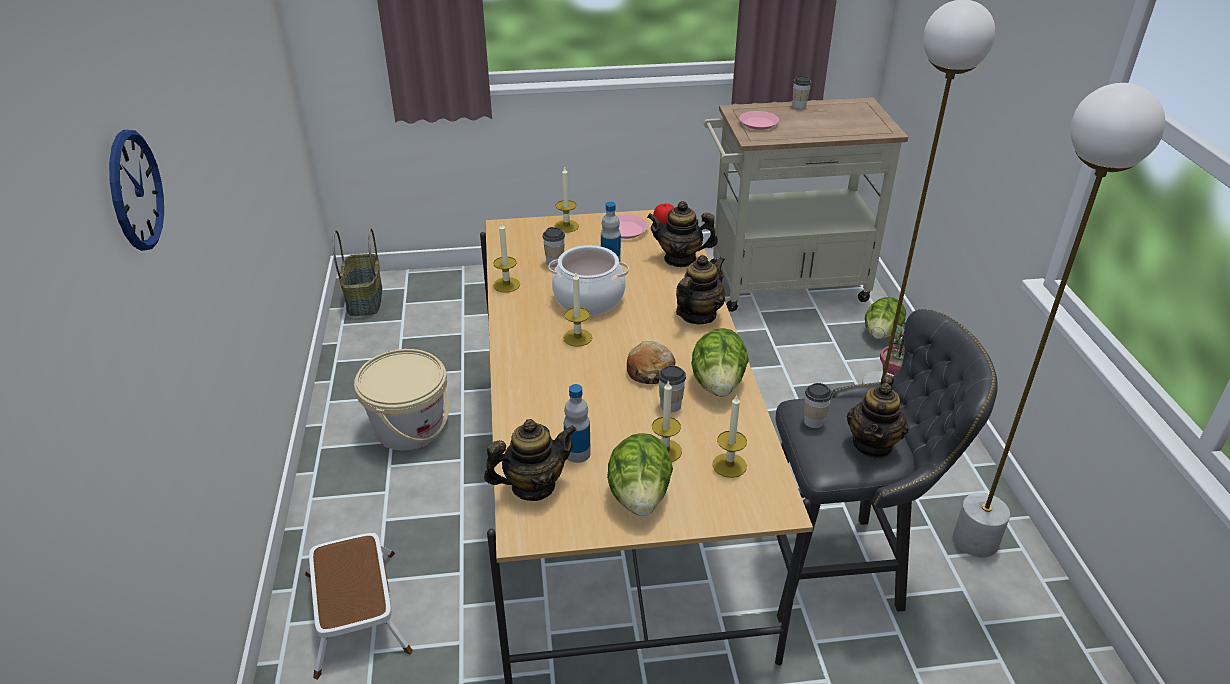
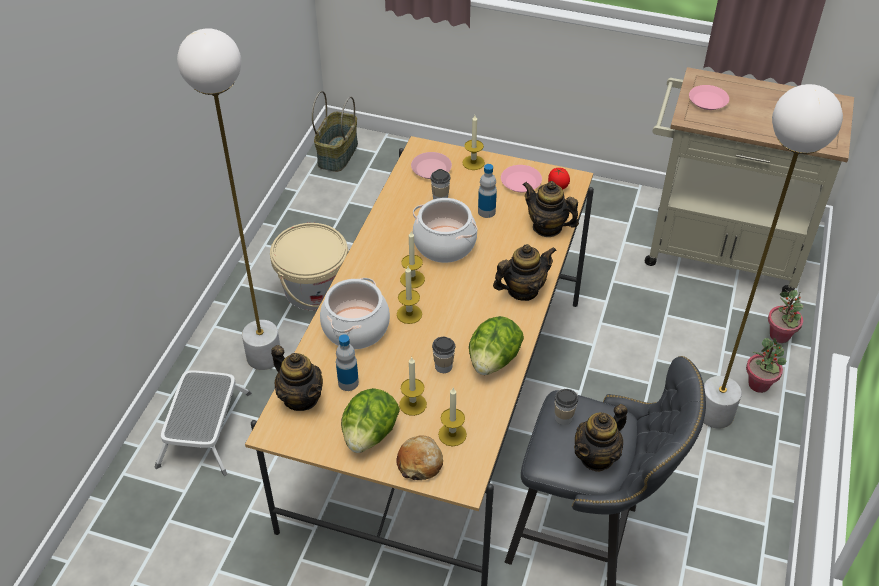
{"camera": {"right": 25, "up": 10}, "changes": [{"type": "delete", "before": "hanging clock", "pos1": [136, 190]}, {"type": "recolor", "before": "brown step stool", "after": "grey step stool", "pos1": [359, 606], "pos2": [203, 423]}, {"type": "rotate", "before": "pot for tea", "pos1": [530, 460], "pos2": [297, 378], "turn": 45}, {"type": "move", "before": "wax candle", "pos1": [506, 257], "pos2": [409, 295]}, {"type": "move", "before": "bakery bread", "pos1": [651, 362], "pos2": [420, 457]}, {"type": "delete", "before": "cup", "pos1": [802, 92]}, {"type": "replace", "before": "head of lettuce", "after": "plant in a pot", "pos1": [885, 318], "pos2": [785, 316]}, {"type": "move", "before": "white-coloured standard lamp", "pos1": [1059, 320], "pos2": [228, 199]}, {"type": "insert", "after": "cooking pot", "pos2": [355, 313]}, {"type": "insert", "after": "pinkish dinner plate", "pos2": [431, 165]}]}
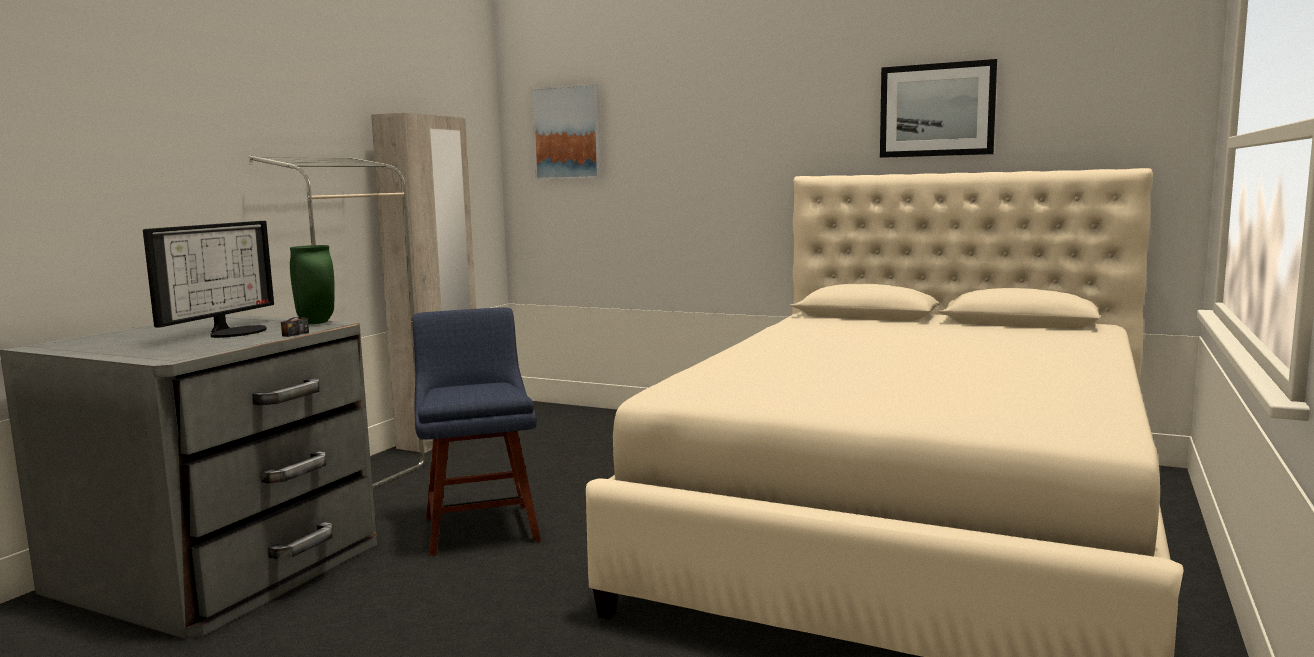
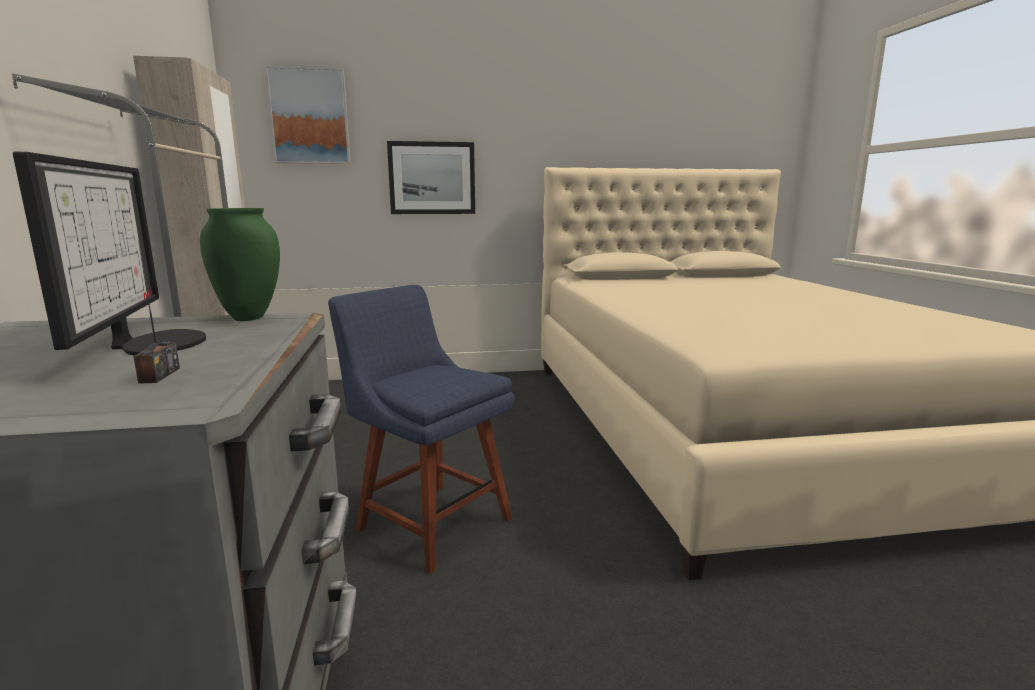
{"camera": {"right": -35, "up": 5}, "changes": [{"type": "move", "before": "radio set", "pos1": [295, 301], "pos2": [156, 312]}, {"type": "move", "before": "wall art", "pos1": [938, 108], "pos2": [431, 177]}]}
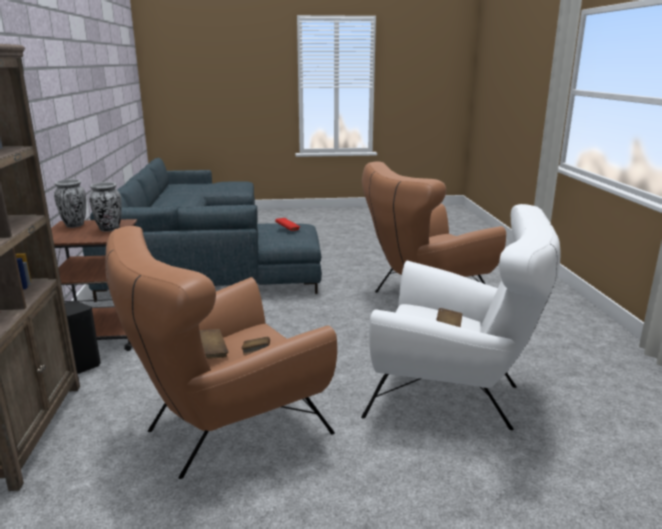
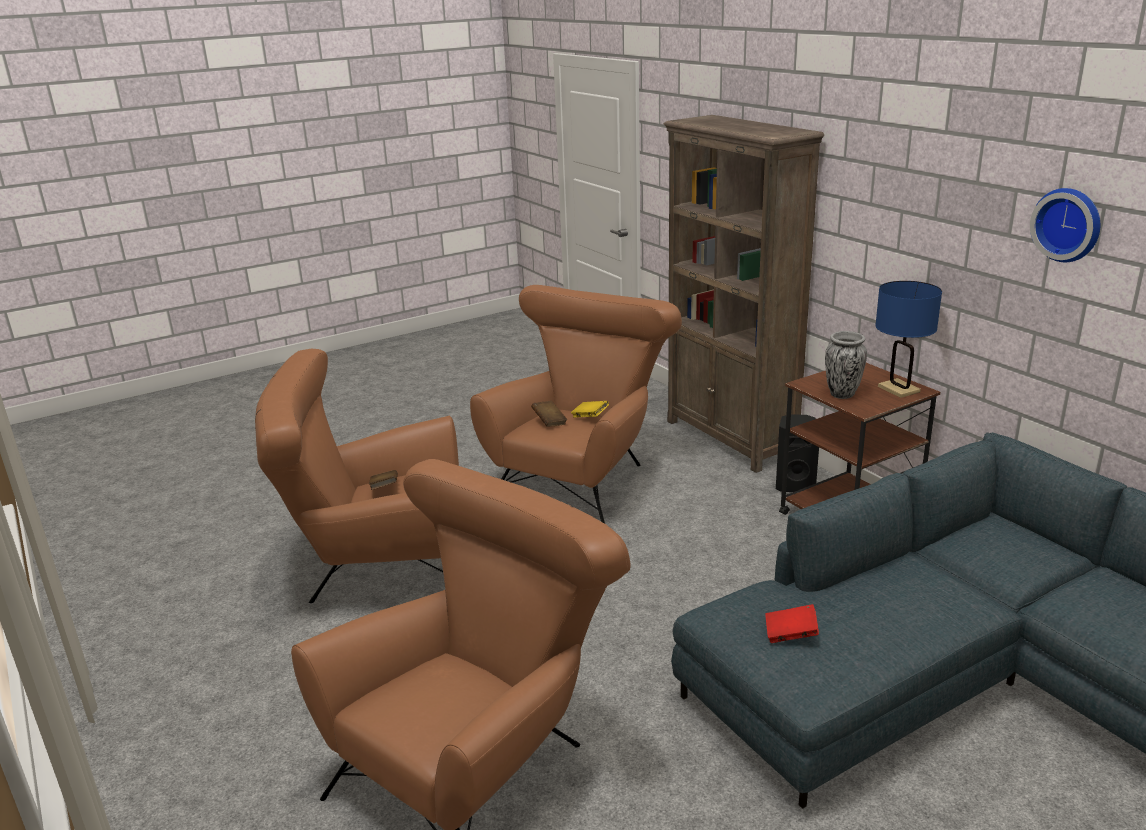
{"camera": {"right": 155, "up": 5}, "changes": [{"type": "replace", "before": "flower vase", "after": "blue-coloured tabletop lamp", "pos1": [70, 203], "pos2": [908, 339]}, {"type": "recolor", "before": "brown bound book", "after": "yellow-coloured bound book", "pos1": [213, 344], "pos2": [590, 409]}, {"type": "recolor", "before": "white-coloured lounge chair", "after": "brown lounge chair", "pos1": [461, 317], "pos2": [357, 476]}, {"type": "insert", "after": "hanging clock", "pos2": [1065, 225]}]}
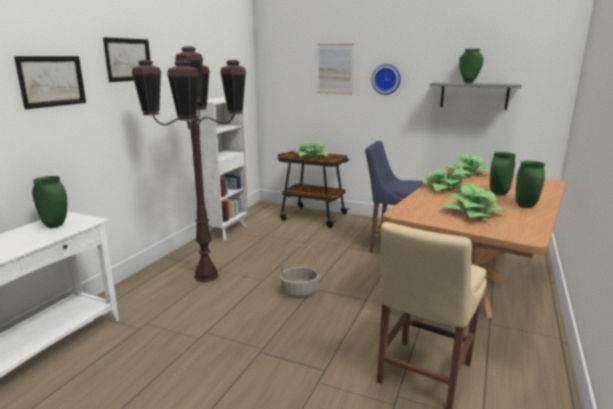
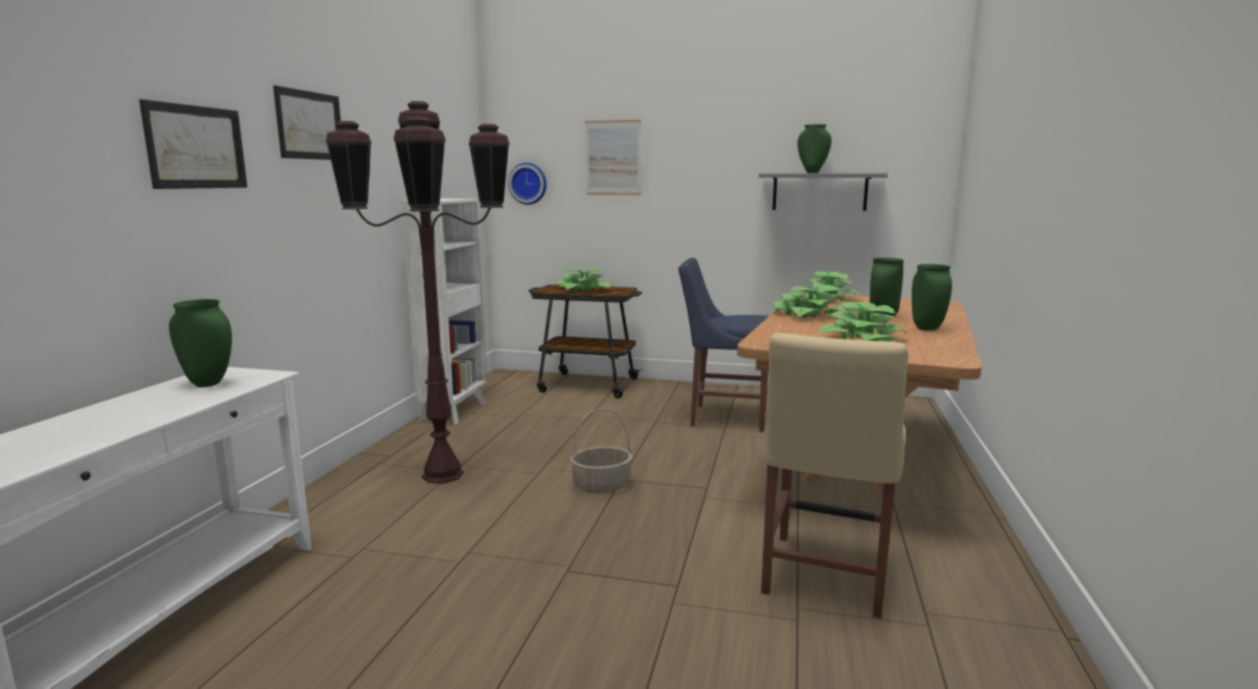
{"camera": {"right": -10, "up": -5}, "changes": [{"type": "move", "before": "hanging clock", "pos1": [386, 79], "pos2": [527, 184]}]}
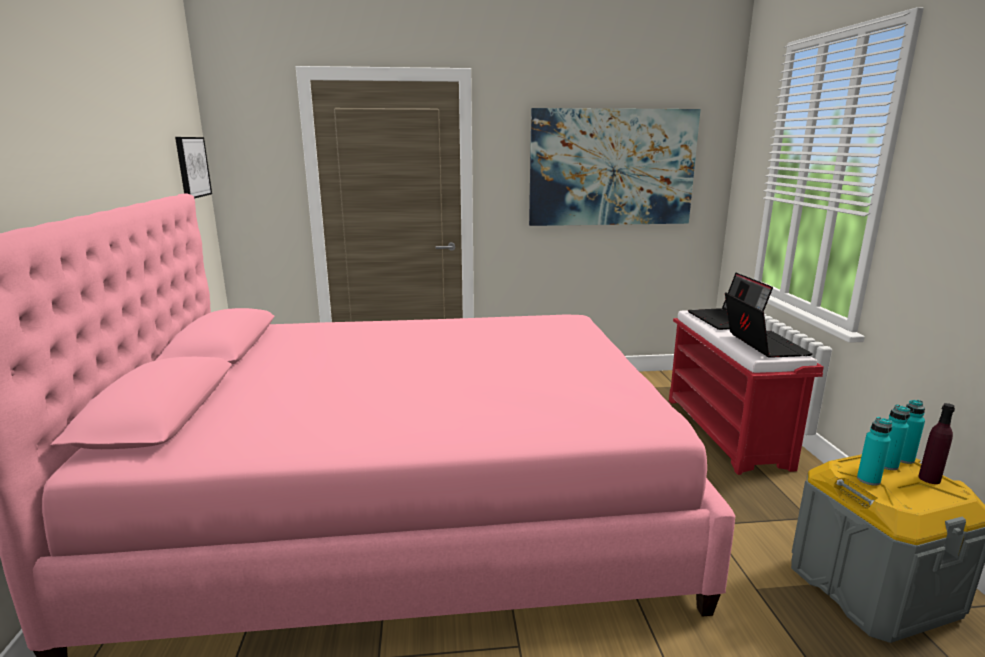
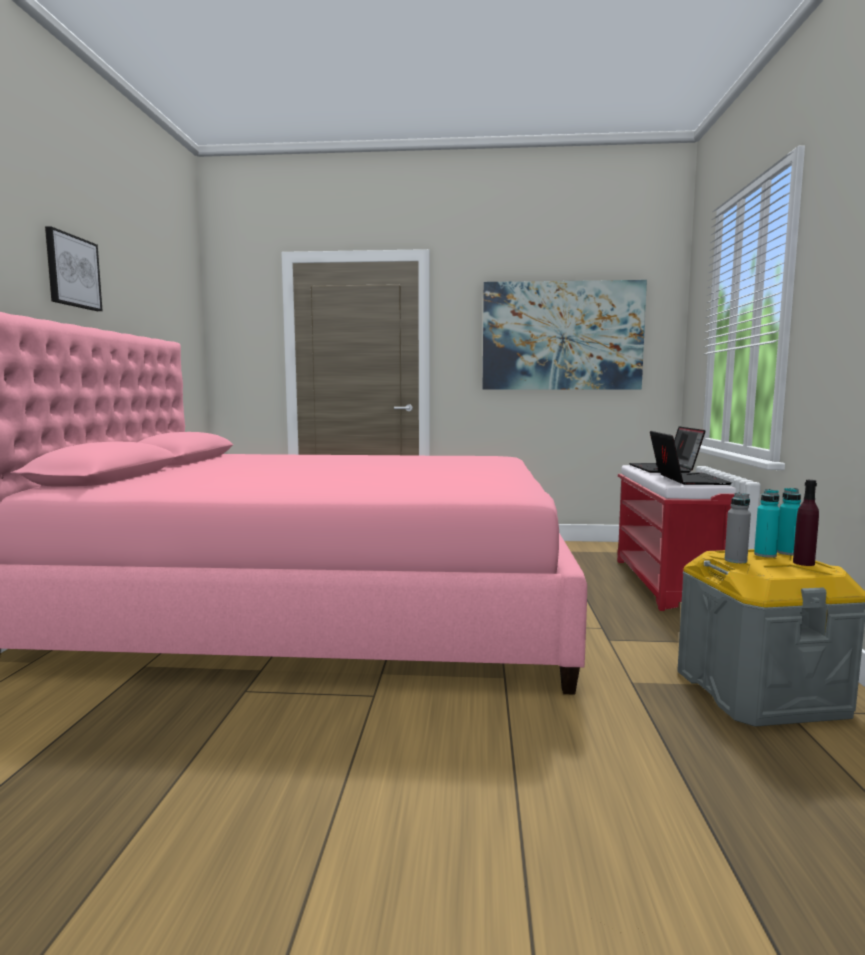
{"camera": {"right": 10, "up": -10}, "changes": [{"type": "move", "before": "wall art", "pos1": [193, 168], "pos2": [73, 268]}, {"type": "recolor", "before": "blue-green beverage bottle", "after": "grey beverage bottle", "pos1": [875, 451], "pos2": [738, 527]}]}
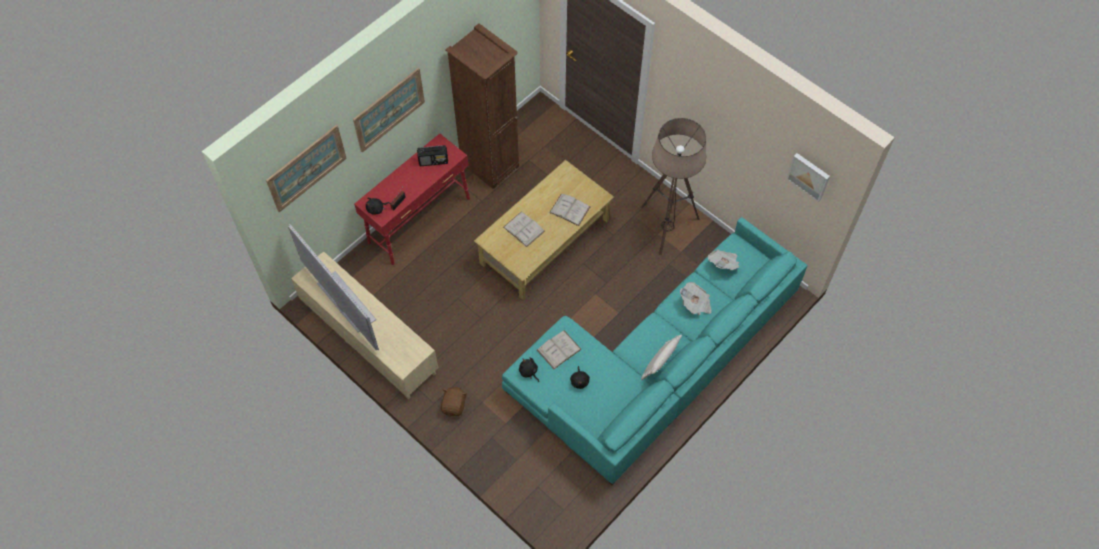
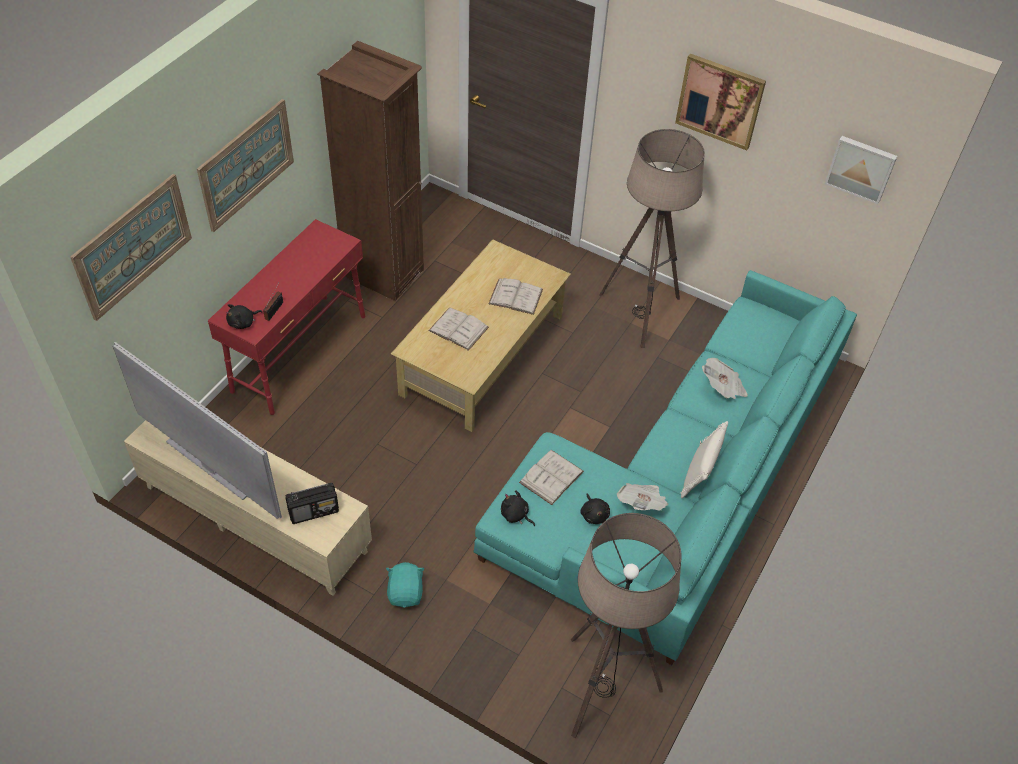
{"camera": {"right": -15, "up": -10}, "changes": [{"type": "move", "before": "radio set", "pos1": [432, 155], "pos2": [312, 503]}, {"type": "recolor", "before": "brown cuddly toy", "after": "blue-green cuddly toy", "pos1": [454, 402], "pos2": [405, 585]}, {"type": "move", "before": "printed paper", "pos1": [723, 259], "pos2": [642, 496]}, {"type": "insert", "after": "standard lamp", "pos2": [626, 625]}, {"type": "insert", "after": "wall art", "pos2": [720, 102]}]}
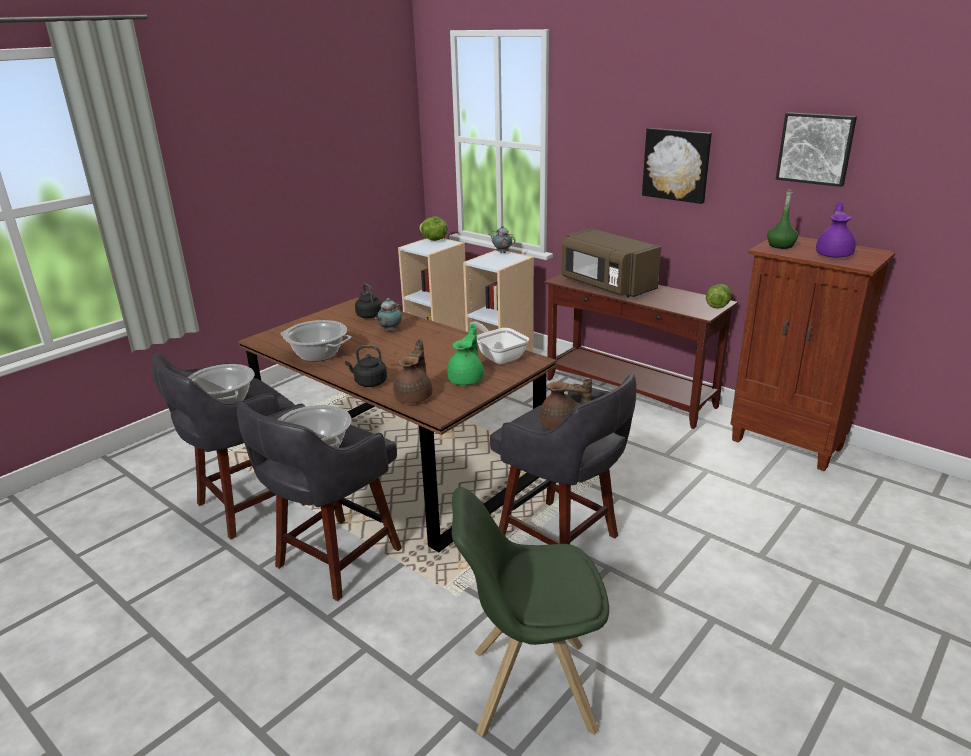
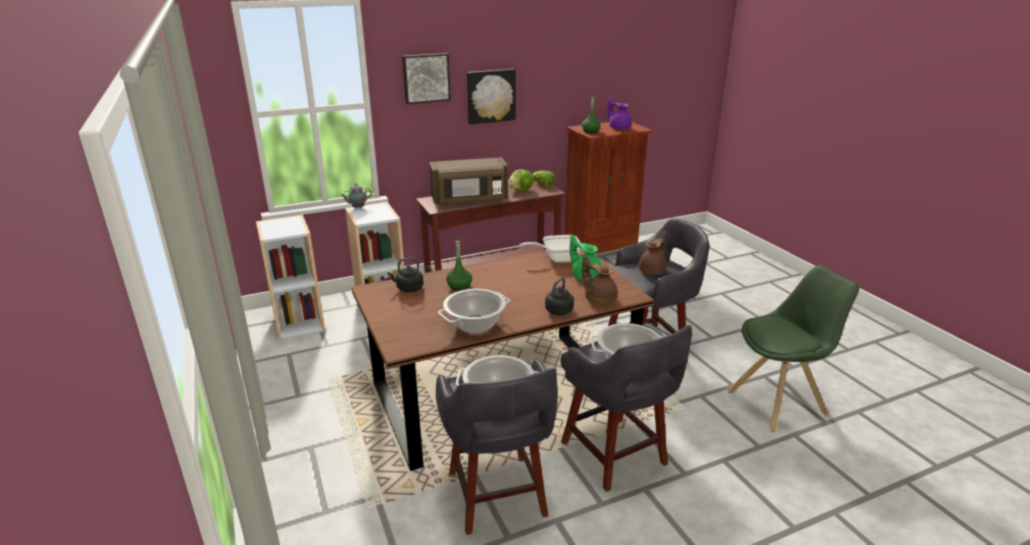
{"camera": {"right": -65, "up": 0}, "changes": [{"type": "replace", "before": "pot for tea", "after": "green-coloured beverage bottle", "pos1": [388, 315], "pos2": [459, 266]}, {"type": "move", "before": "head of lettuce", "pos1": [433, 228], "pos2": [521, 180]}, {"type": "rotate", "before": "green-coloured chair", "pos1": [530, 612], "pos2": [793, 348], "turn": -135}, {"type": "move", "before": "wall art", "pos1": [816, 149], "pos2": [426, 78]}]}
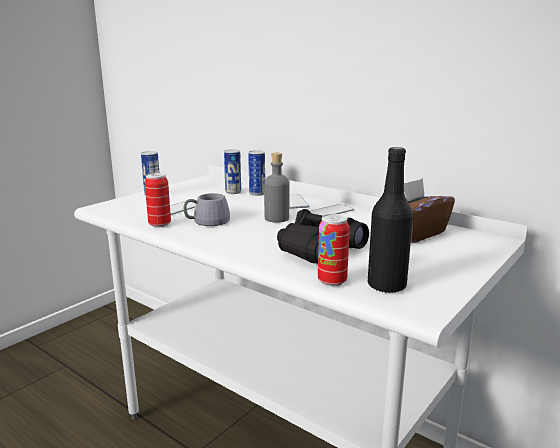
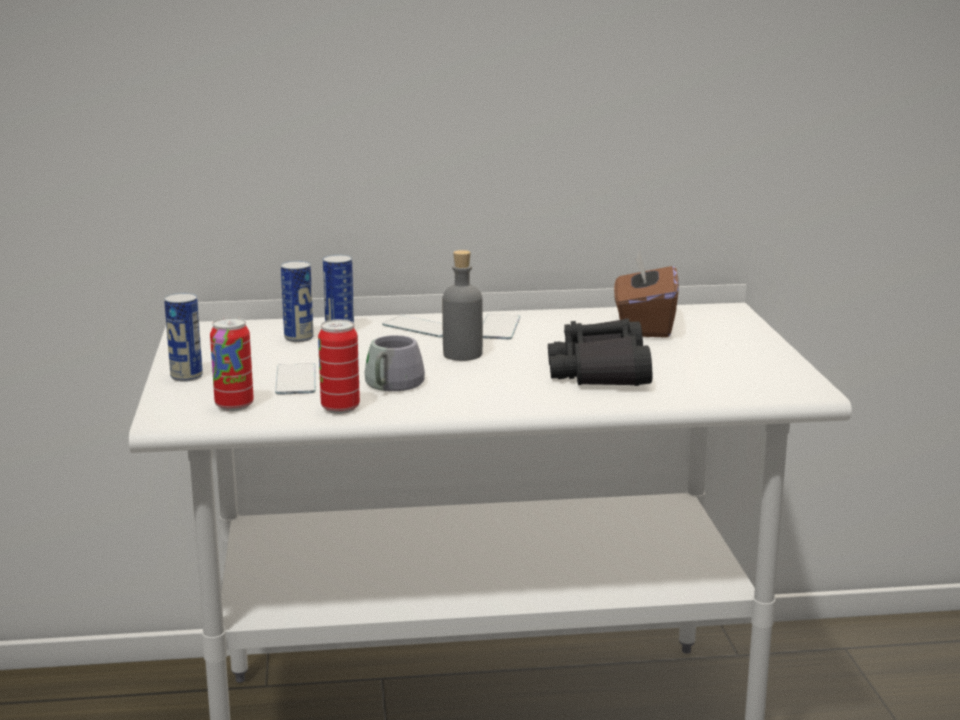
{"camera": {"right": -45, "up": 0}, "changes": [{"type": "move", "before": "can", "pos1": [334, 250], "pos2": [232, 364]}, {"type": "delete", "before": "blackish beverage bottle", "pos1": [390, 220]}]}
